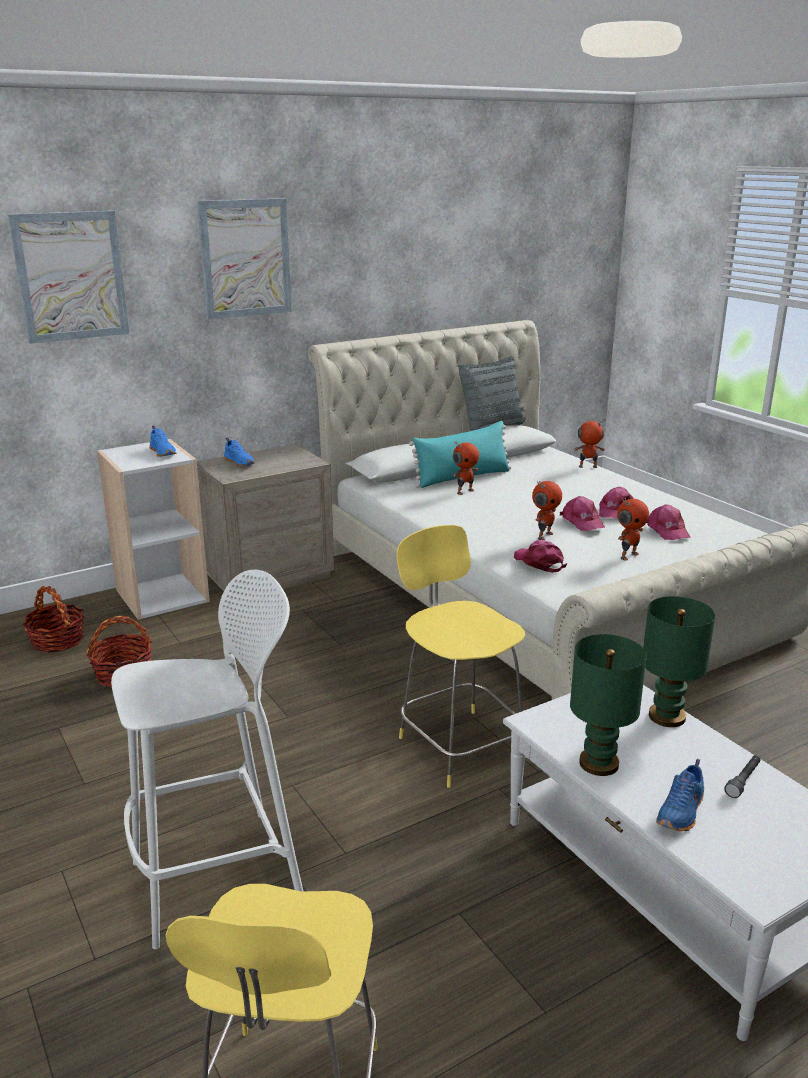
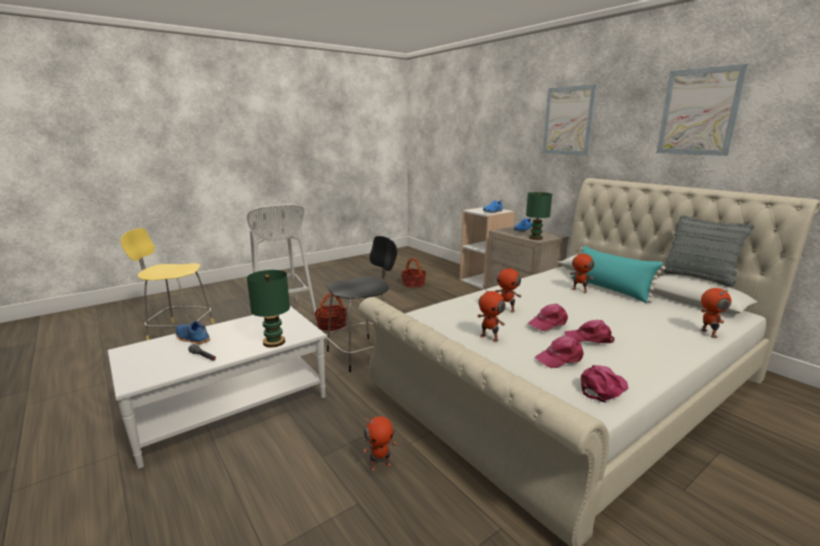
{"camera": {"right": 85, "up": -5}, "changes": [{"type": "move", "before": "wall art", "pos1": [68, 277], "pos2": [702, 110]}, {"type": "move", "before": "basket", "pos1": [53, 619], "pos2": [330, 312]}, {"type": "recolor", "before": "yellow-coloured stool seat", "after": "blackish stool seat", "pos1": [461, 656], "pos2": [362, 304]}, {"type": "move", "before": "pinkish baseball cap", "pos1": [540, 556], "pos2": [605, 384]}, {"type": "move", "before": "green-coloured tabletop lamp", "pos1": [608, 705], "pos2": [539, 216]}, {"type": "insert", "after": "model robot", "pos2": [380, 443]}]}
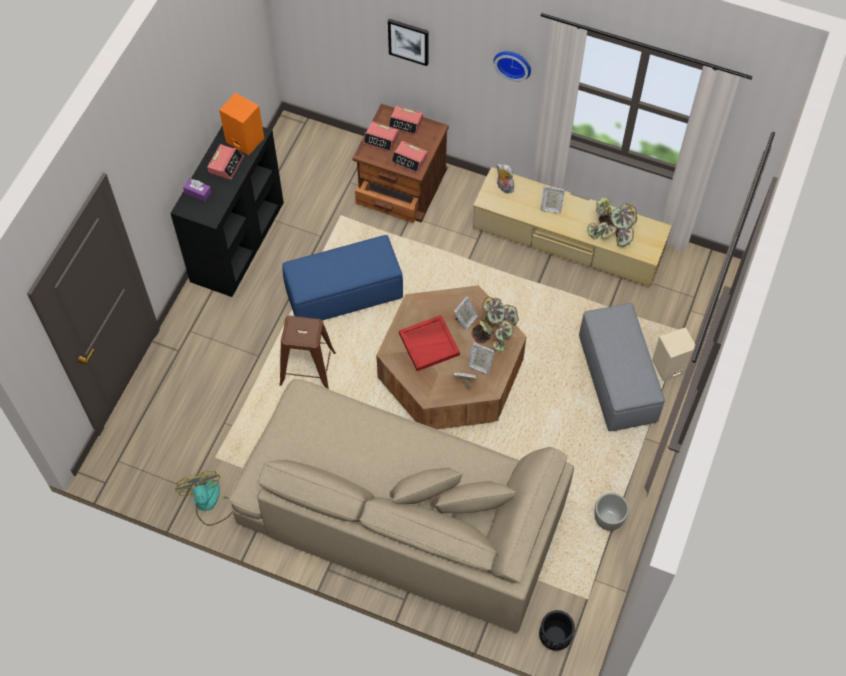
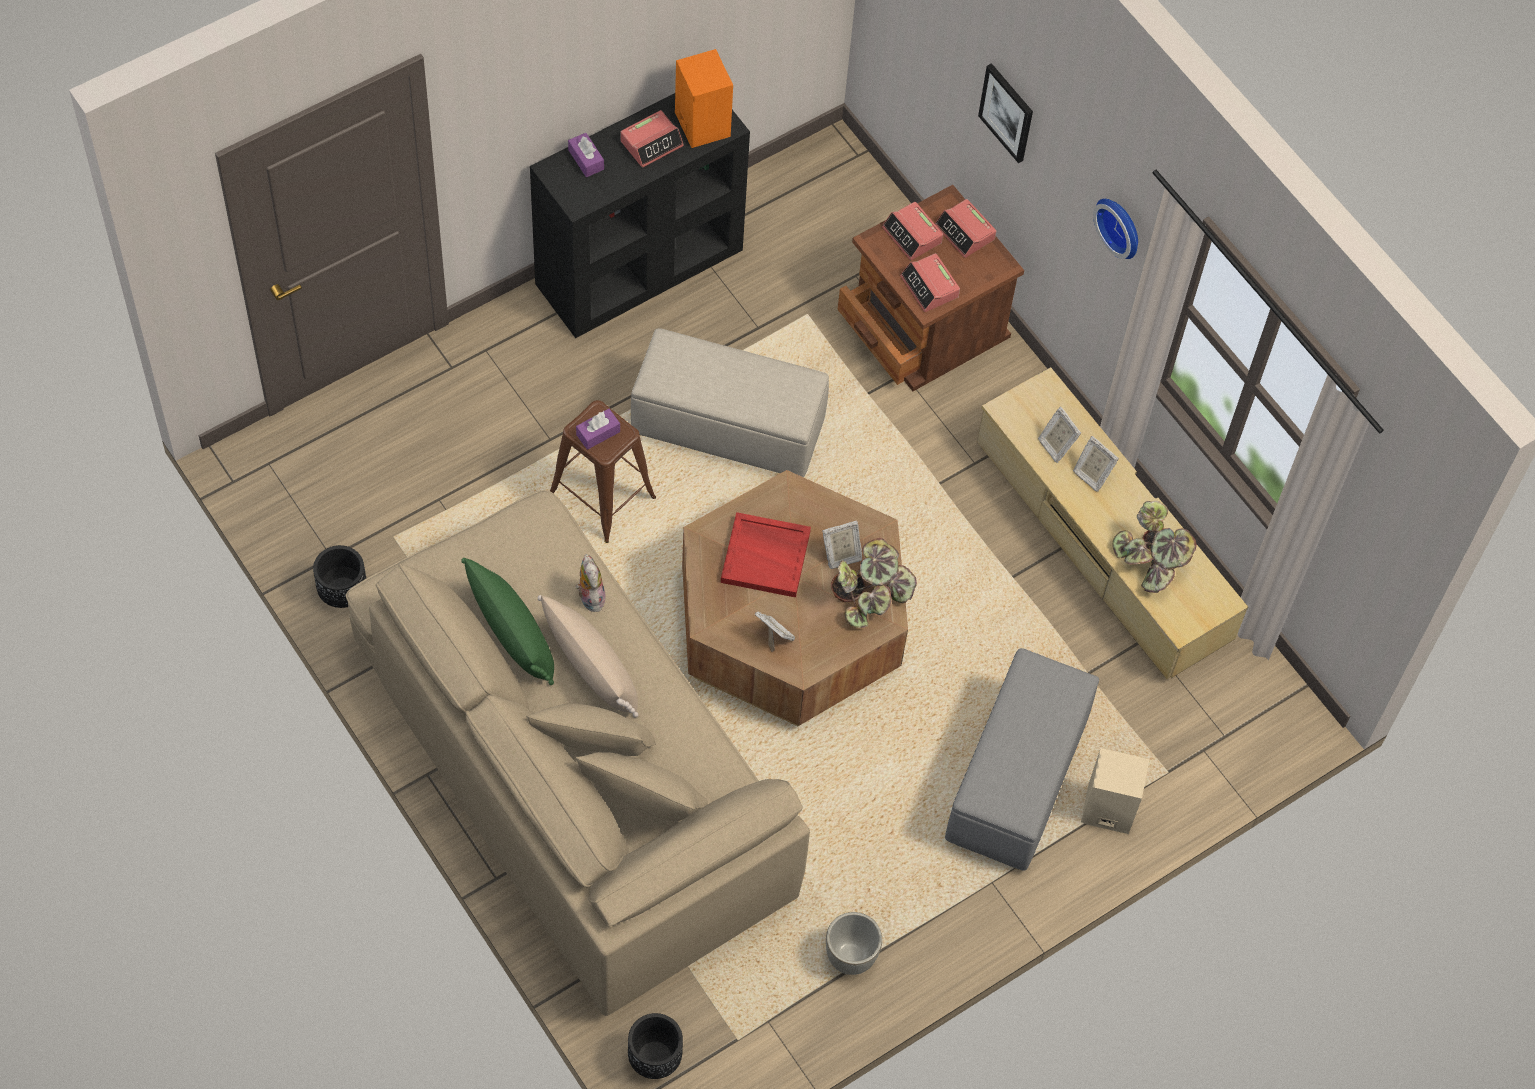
{"camera": {"right": 30, "up": 0}, "changes": [{"type": "replace", "before": "cooling fan", "after": "blackish flower pot", "pos1": [204, 498], "pos2": [339, 576]}, {"type": "recolor", "before": "blue-coloured pouffe", "after": "sand-coloured pouffe", "pos1": [342, 277], "pos2": [730, 402]}, {"type": "move", "before": "picture frame", "pos1": [481, 358], "pos2": [1059, 434]}, {"type": "move", "before": "cuddly toy", "pos1": [505, 179], "pos2": [590, 583]}, {"type": "insert", "after": "green-coloured cushion", "pos2": [507, 621]}, {"type": "insert", "after": "sand-coloured cushion", "pos2": [588, 656]}, {"type": "insert", "after": "purplish tissue box", "pos2": [598, 429]}]}
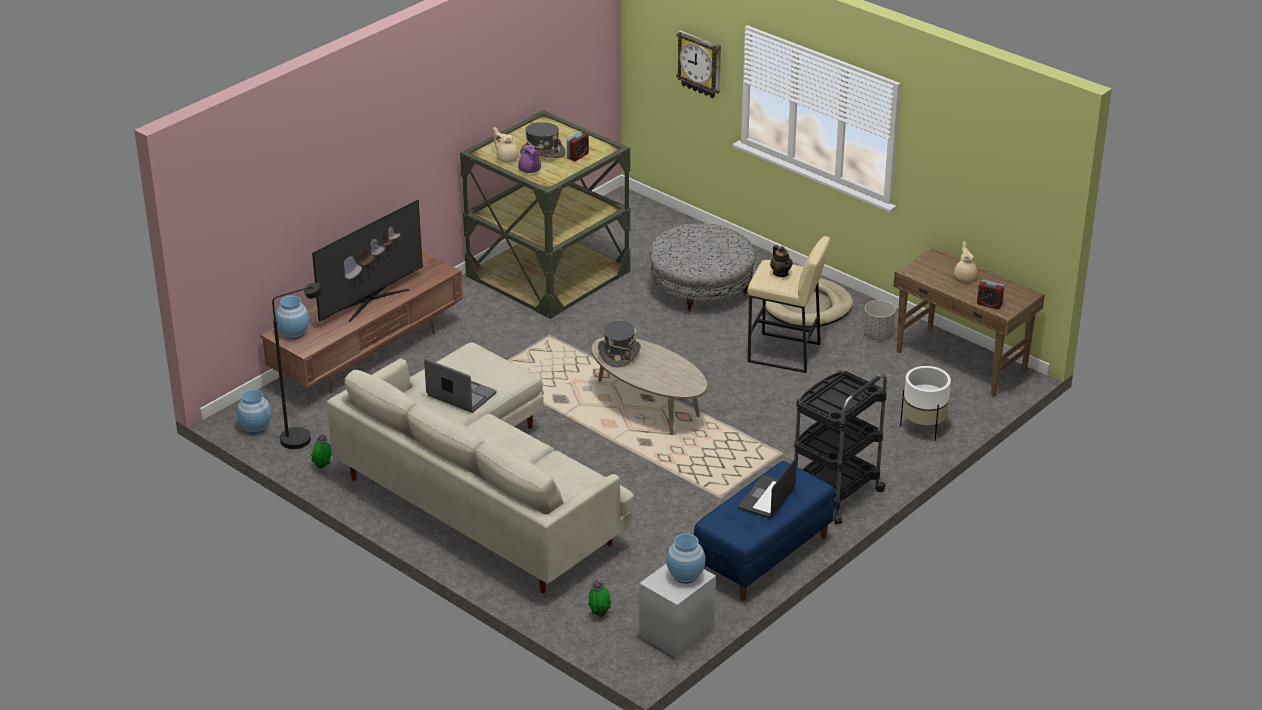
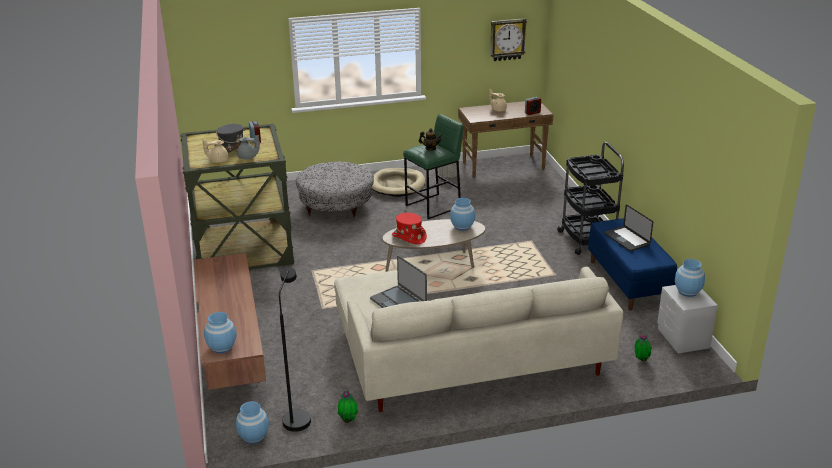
{"camera": {"right": -55, "up": -5}, "changes": [{"type": "delete", "before": "TV", "pos1": [367, 261]}, {"type": "rotate", "before": "laptop", "pos1": [460, 386], "pos2": [398, 281], "turn": -105}, {"type": "recolor", "before": "purplish pot for tea", "after": "grey pot for tea", "pos1": [529, 159], "pos2": [248, 147]}, {"type": "recolor", "before": "grey wearable hat", "after": "reddish wearable hat", "pos1": [619, 344], "pos2": [409, 228]}, {"type": "move", "before": "hanging clock", "pos1": [698, 64], "pos2": [508, 39]}, {"type": "recolor", "before": "sand-coloured stool seat", "after": "green-coloured stool seat", "pos1": [789, 304], "pos2": [433, 166]}, {"type": "delete", "before": "white-coloured flower pot", "pos1": [925, 403]}, {"type": "insert", "after": "blue-coloured flower vase", "pos2": [462, 214]}]}
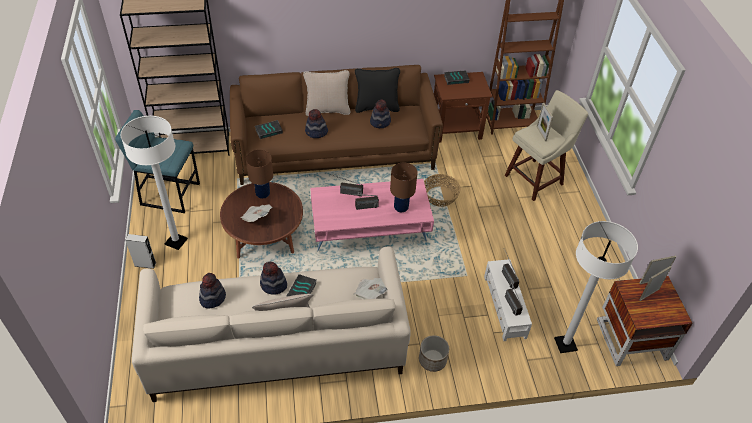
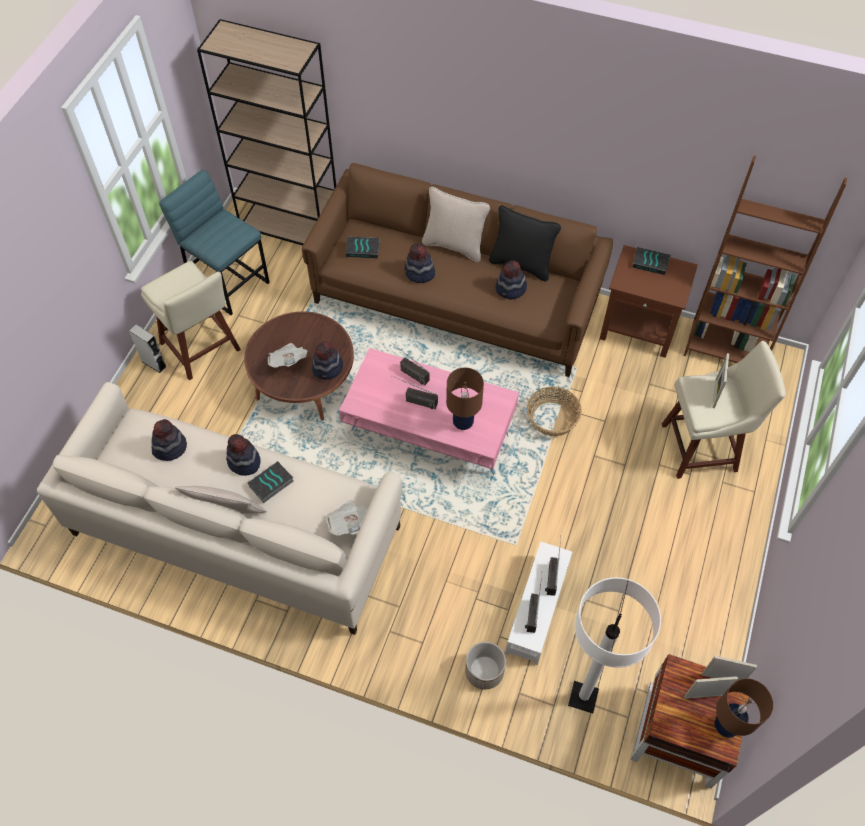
{"camera": {"right": 30, "up": 10}, "changes": [{"type": "replace", "before": "white-coloured standard lamp", "after": "sand-coloured stool seat", "pos1": [154, 183], "pos2": [191, 320]}, {"type": "move", "before": "brown tabletop lamp", "pos1": [259, 174], "pos2": [744, 708]}, {"type": "move", "before": "flower pot", "pos1": [434, 353], "pos2": [485, 666]}, {"type": "insert", "after": "wearable hat", "pos2": [327, 361]}]}
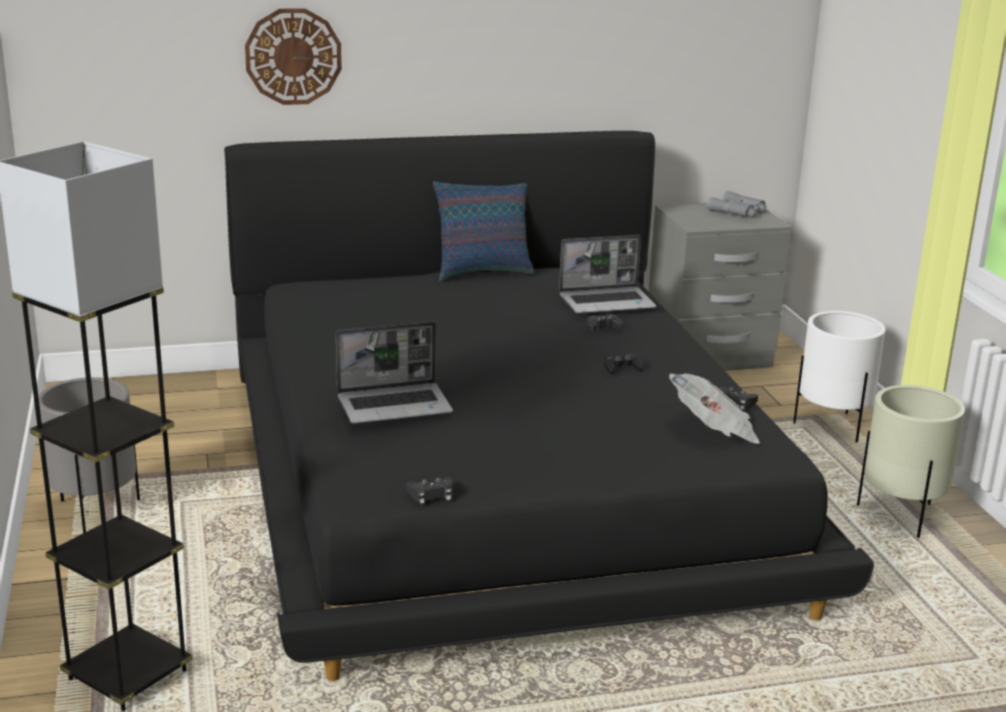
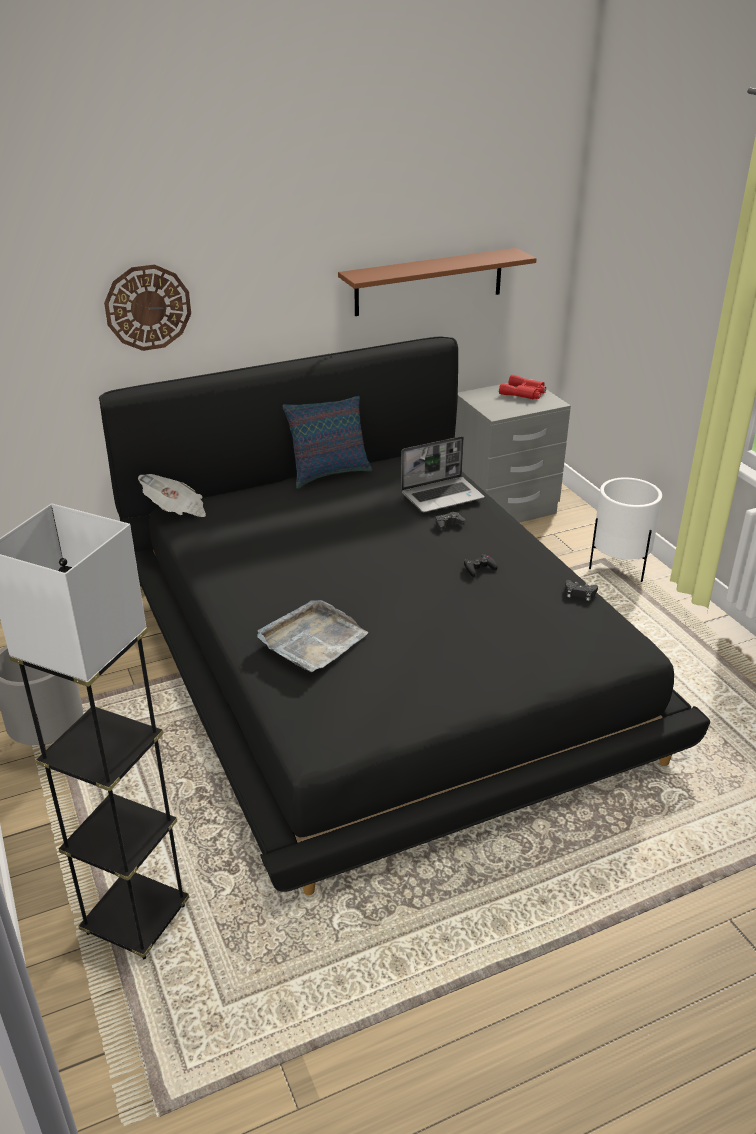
{"camera": {"right": -10, "up": 10}, "changes": [{"type": "replace", "before": "laptop", "after": "grey carrying tray", "pos1": [394, 372], "pos2": [312, 636]}, {"type": "delete", "before": "blackish joypad", "pos1": [430, 490]}, {"type": "move", "before": "printed paper", "pos1": [714, 408], "pos2": [172, 495]}, {"type": "recolor", "before": "grey binoculars", "after": "reddish binoculars", "pos1": [737, 204], "pos2": [522, 387]}, {"type": "delete", "before": "sand-coloured flower pot", "pos1": [911, 461]}, {"type": "insert", "after": "brown shelf", "pos2": [437, 282]}]}
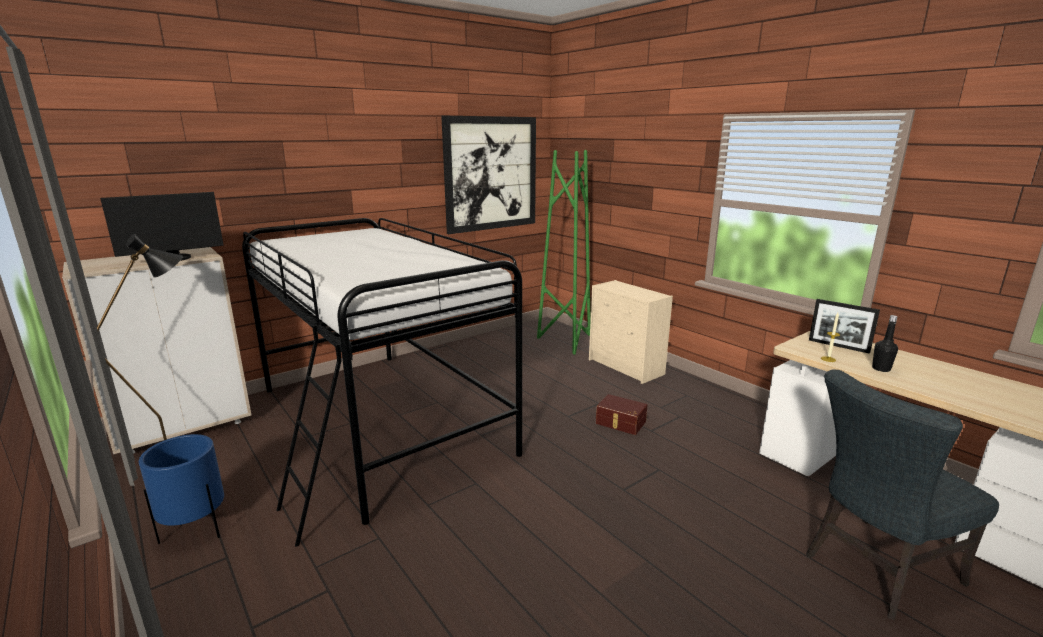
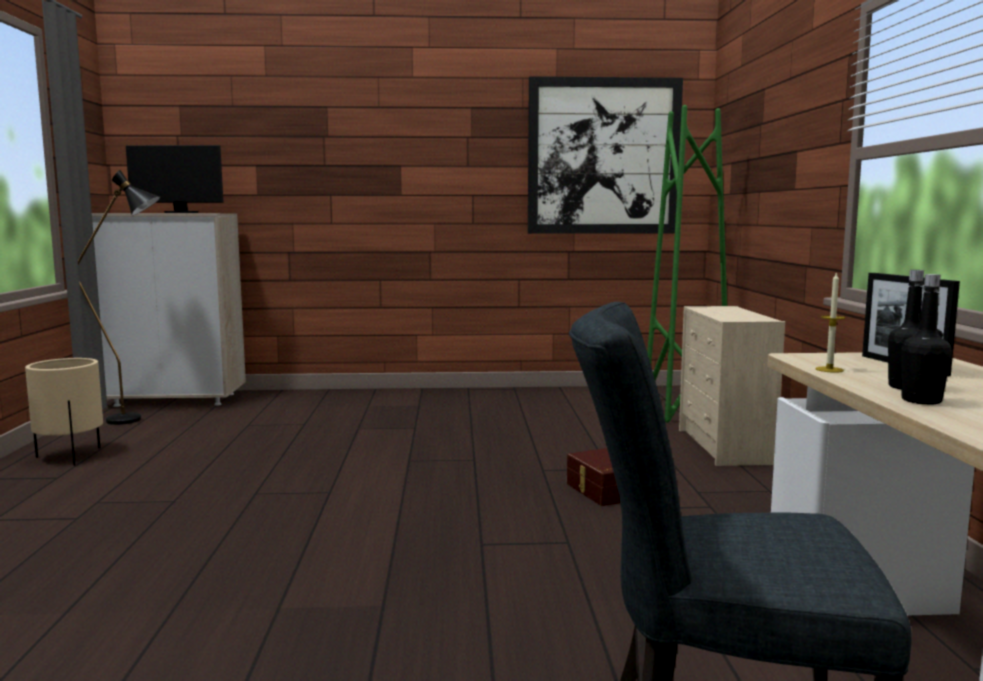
{"camera": {"right": 35, "up": -10}, "changes": [{"type": "recolor", "before": "blue-coloured flower pot", "after": "sand-coloured flower pot", "pos1": [181, 489], "pos2": [64, 412]}, {"type": "delete", "before": "blackish bedroom bed", "pos1": [382, 382]}, {"type": "insert", "after": "blackish beverage bottle", "pos2": [926, 339]}]}
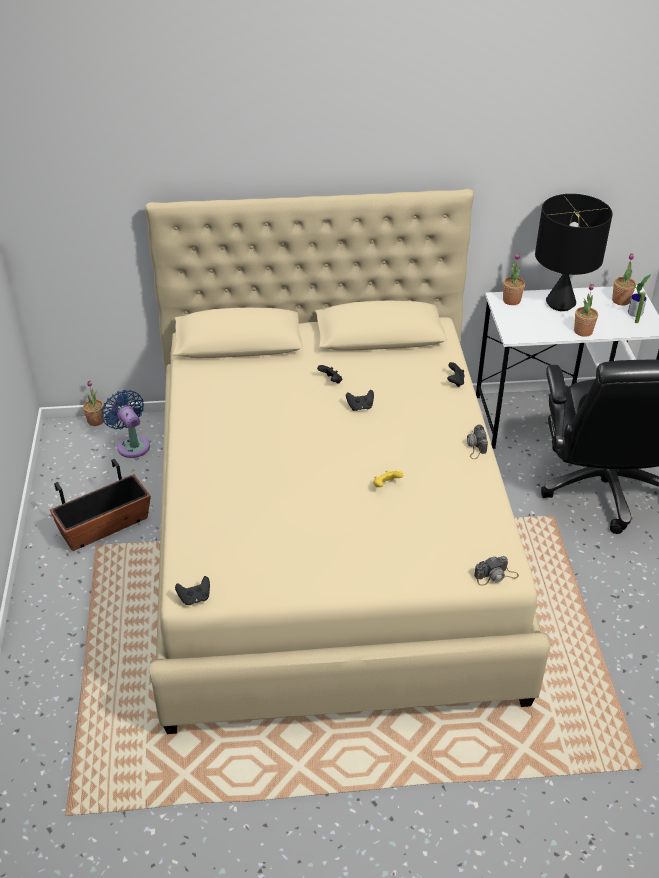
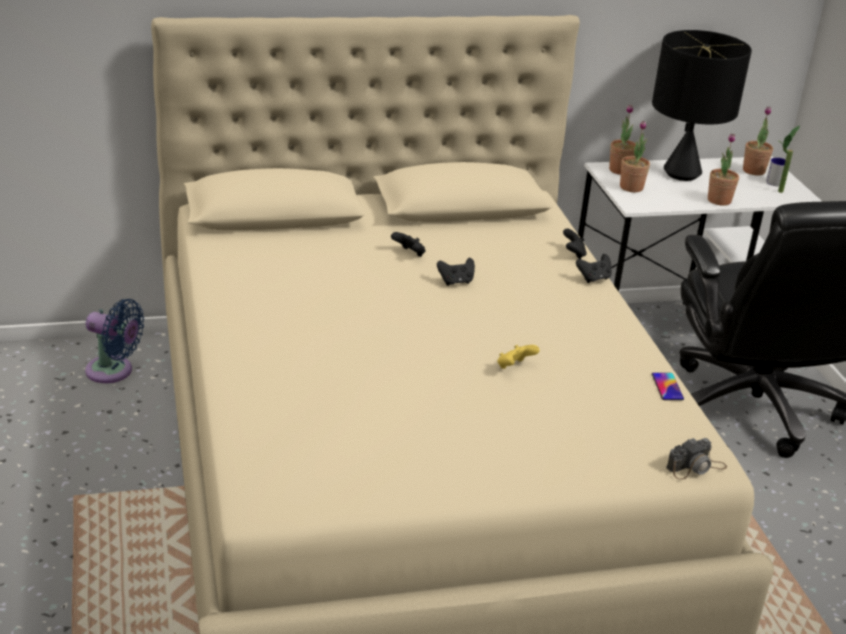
{"camera": {"right": -10, "up": -10}, "changes": [{"type": "delete", "before": "flower pot", "pos1": [100, 505]}, {"type": "move", "before": "plant in a pot", "pos1": [93, 403], "pos2": [635, 156]}, {"type": "rotate", "before": "blue-coloured cooling fan", "pos1": [125, 424], "pos2": [114, 341], "turn": 150}, {"type": "move", "before": "blackish joypad", "pos1": [192, 590], "pos2": [594, 268]}, {"type": "delete", "before": "photo camera", "pos1": [477, 441]}, {"type": "insert", "after": "handset", "pos2": [668, 386]}]}
